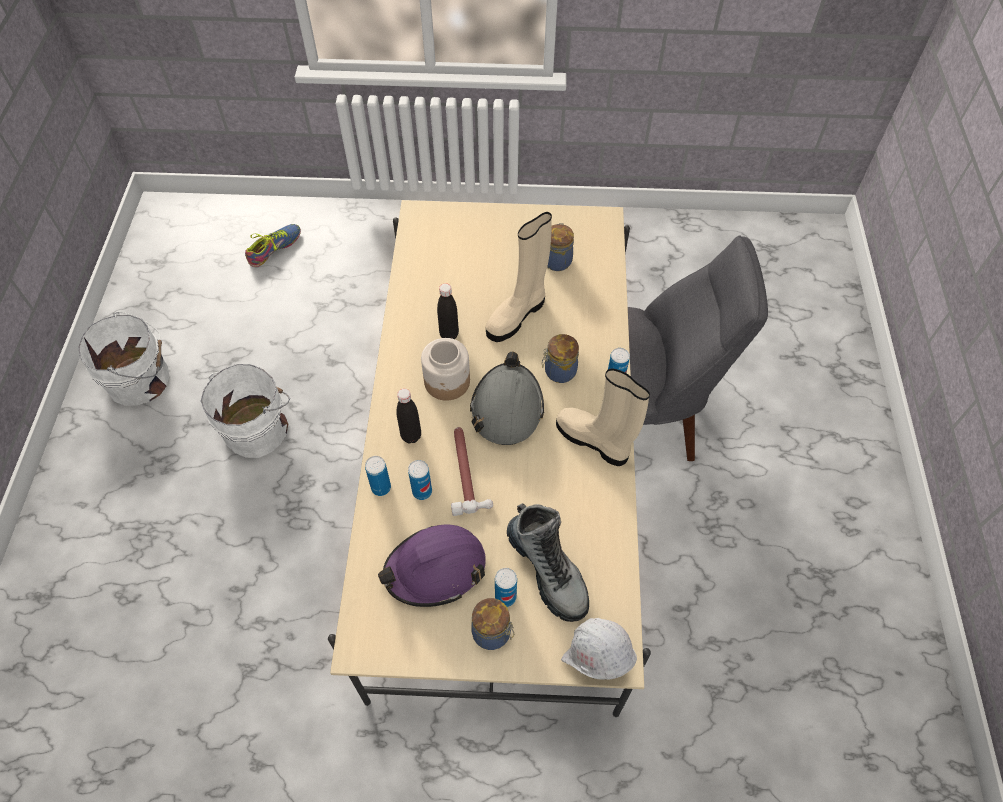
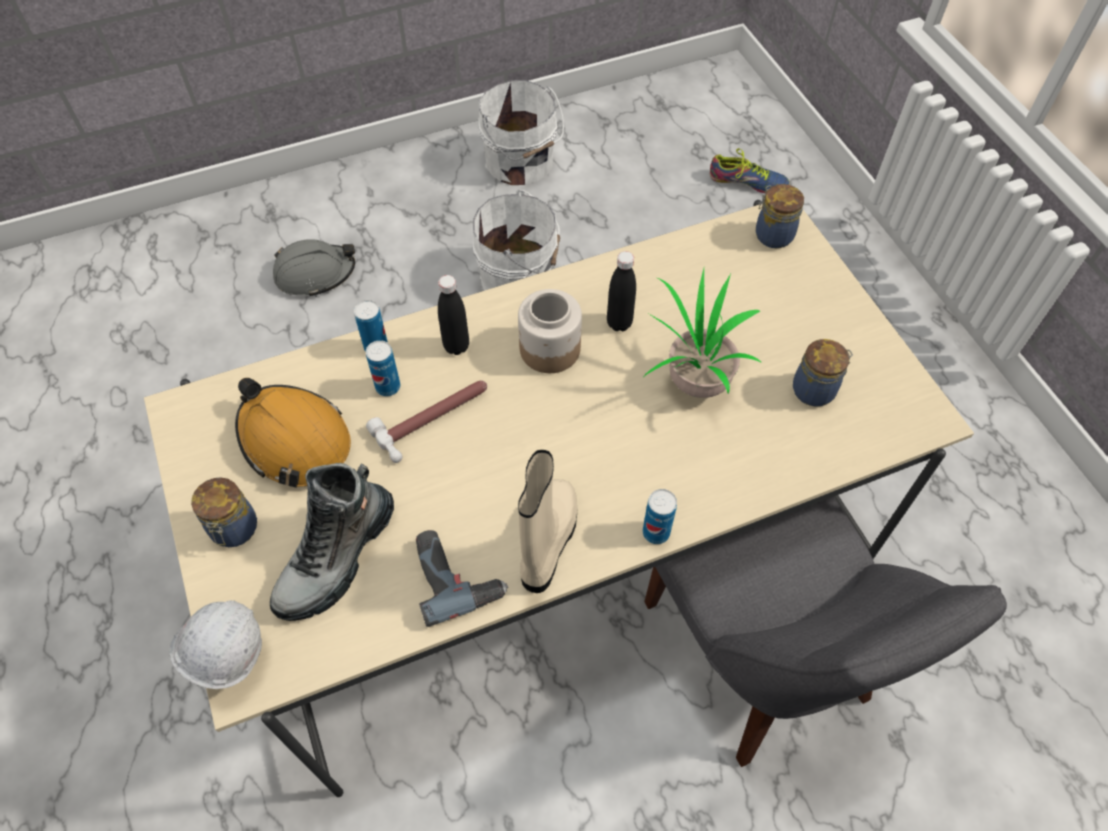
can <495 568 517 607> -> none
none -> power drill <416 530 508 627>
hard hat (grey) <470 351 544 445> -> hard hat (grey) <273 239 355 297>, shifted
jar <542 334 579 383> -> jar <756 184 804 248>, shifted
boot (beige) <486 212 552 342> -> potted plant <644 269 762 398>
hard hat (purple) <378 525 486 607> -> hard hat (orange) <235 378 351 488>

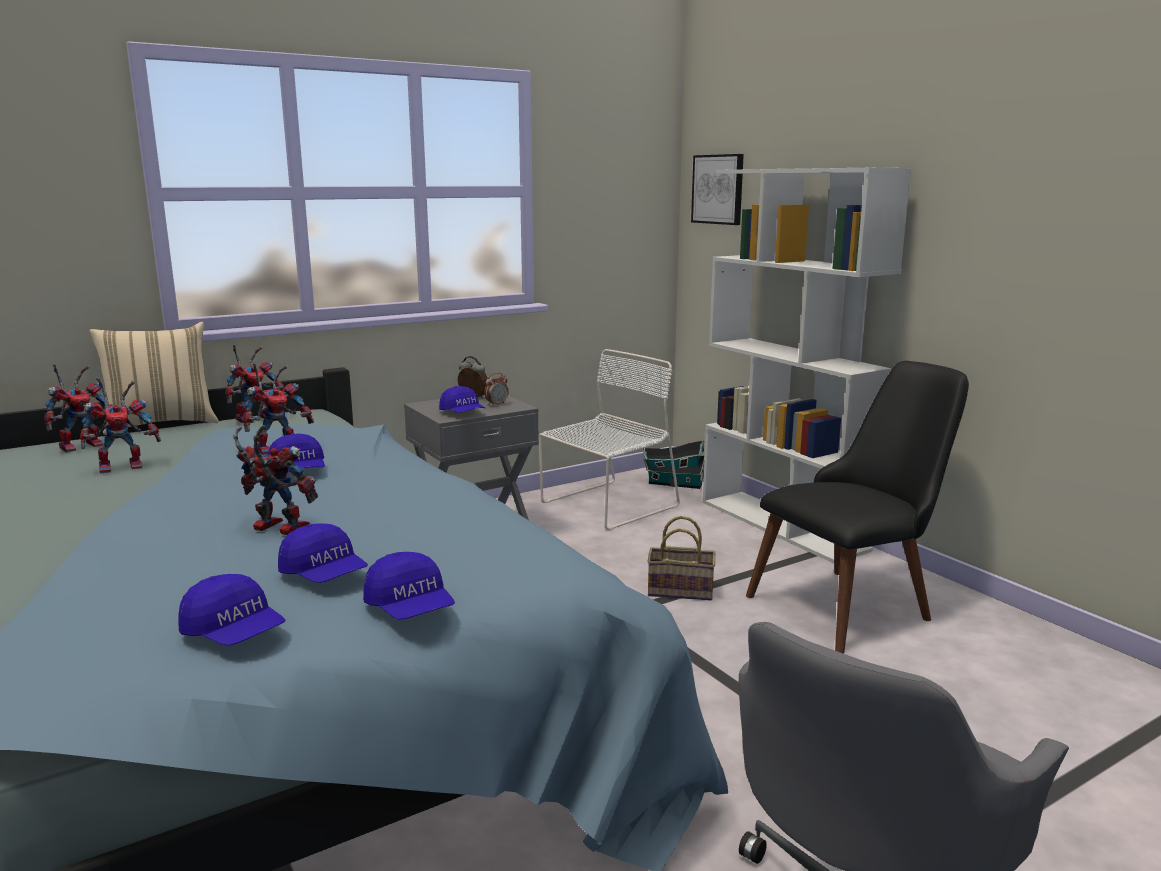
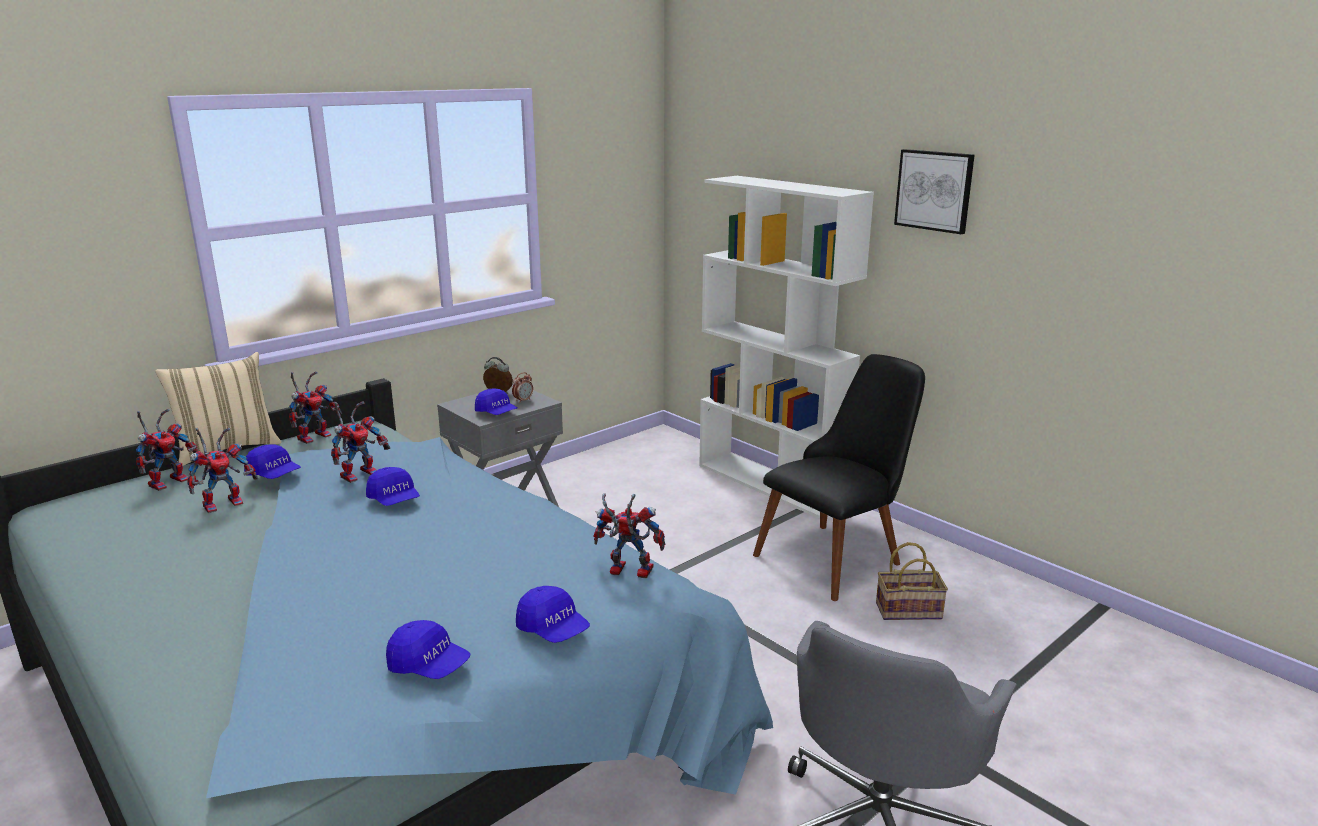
chair (white) <539 349 680 530> -> none
toy house <643 440 705 489> -> none
toy robot <233 425 318 535> -> toy robot <593 493 665 578>, shifted
cap (blue) <278 523 368 583> -> cap (blue) <244 445 301 479>, shifted
basket <647 516 715 601> -> basket <876 542 948 620>, shifted
picture <691 154 744 225> -> picture <894 149 975 234>, shifted

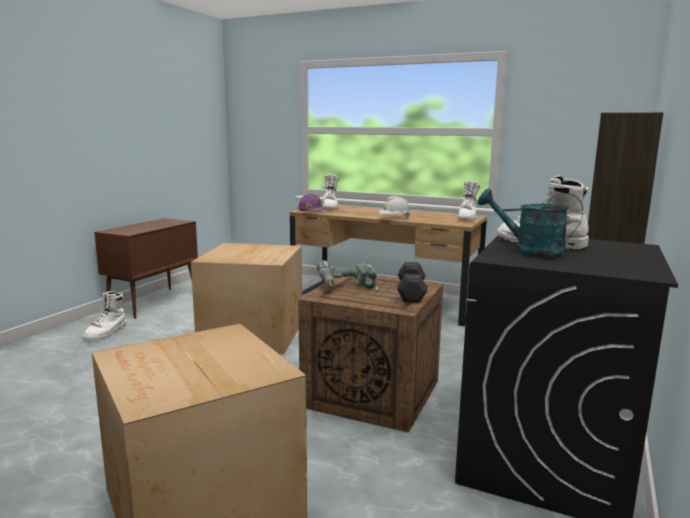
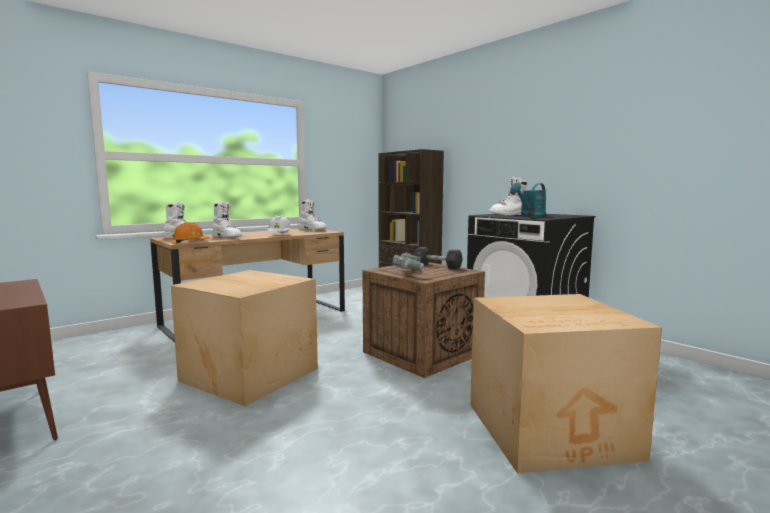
boot (white) <82 291 127 340> -> boot (white) <212 201 242 237>, shifted
hard hat (purple) <297 194 327 211> -> hard hat (orange) <172 222 210 243>

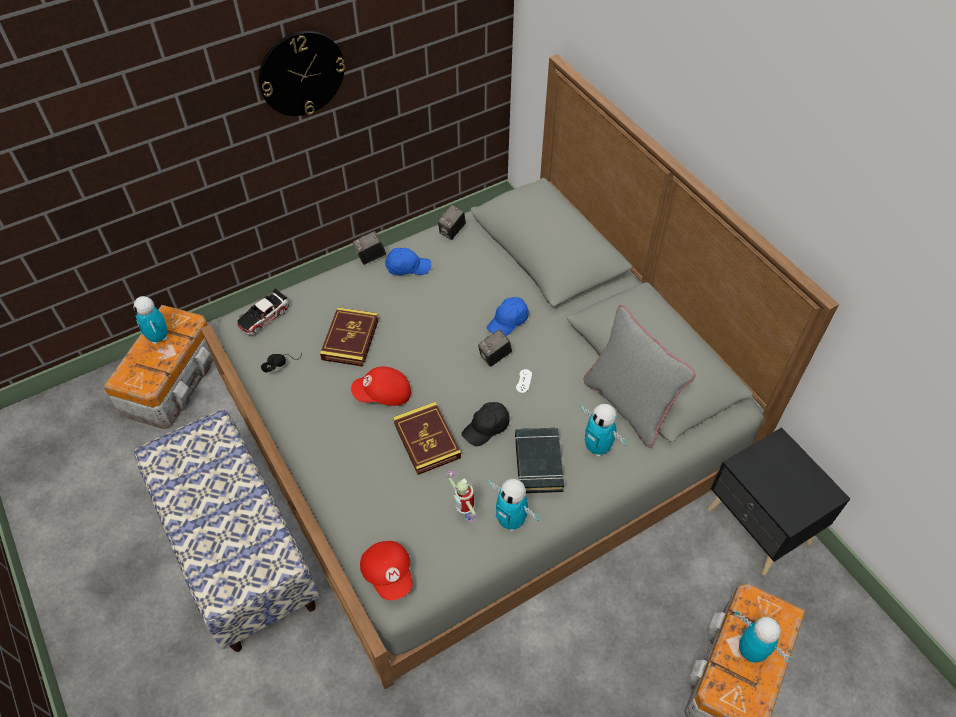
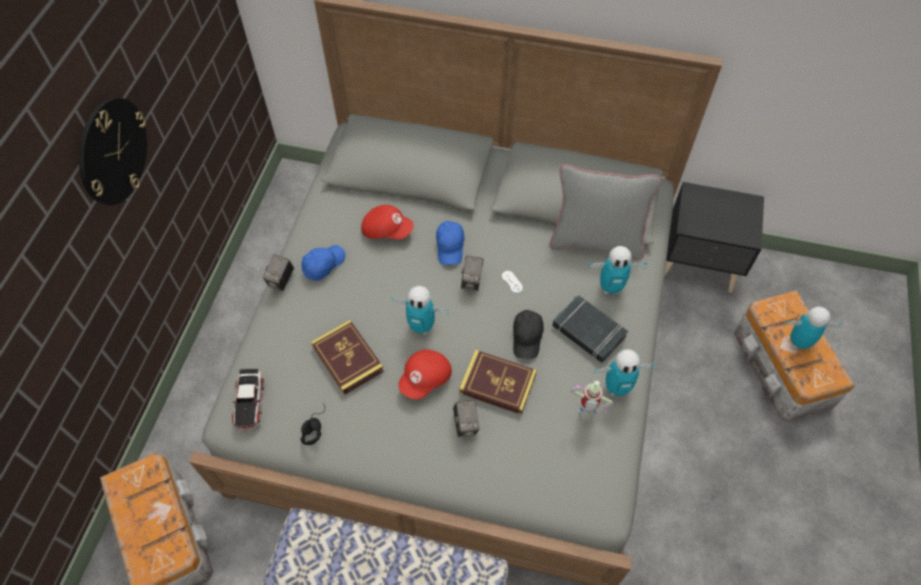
toy robot <133 296 168 344> -> toy robot <391 286 449 334>, shifted
cap (red) <360 541 412 600> -> cap (red) <361 205 413 240>, shifted
photo camera <438 205 466 240> -> photo camera <453 400 480 438>, shifted

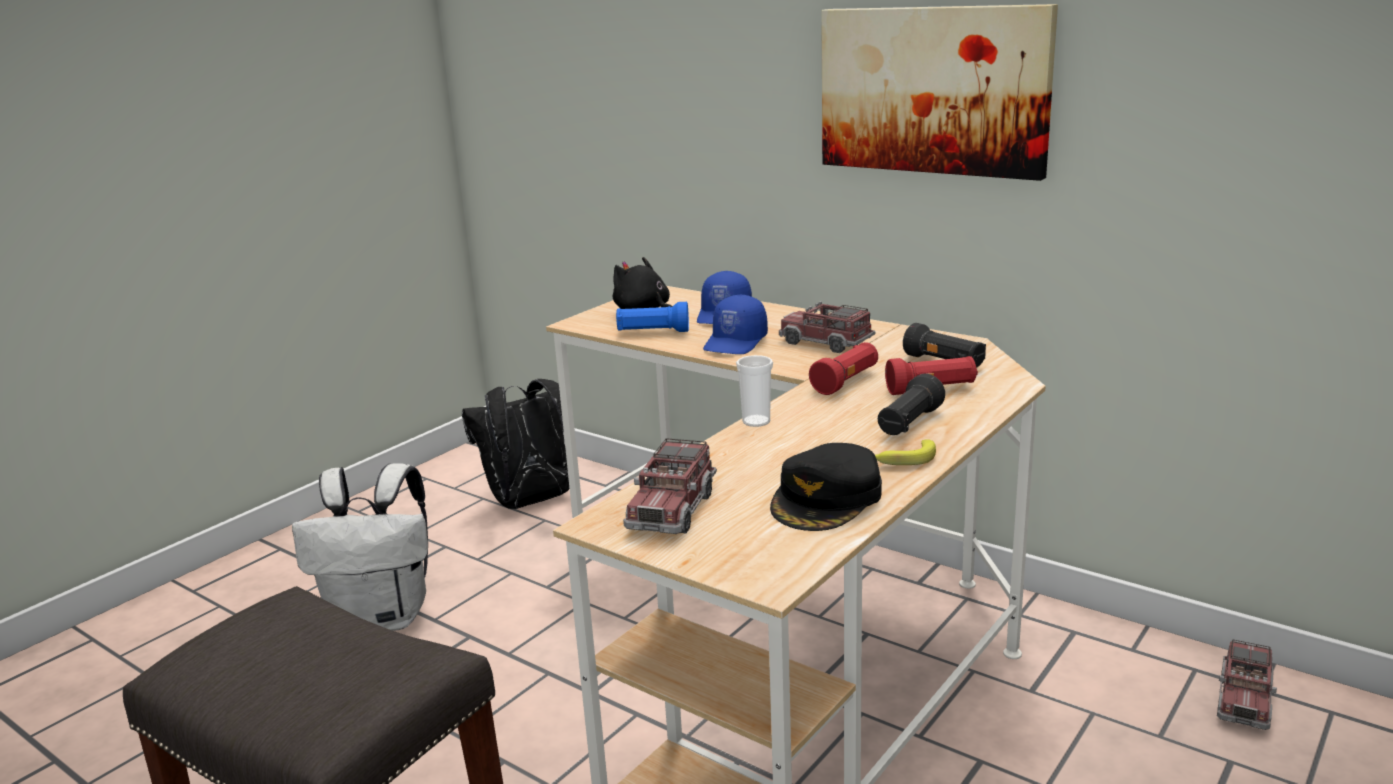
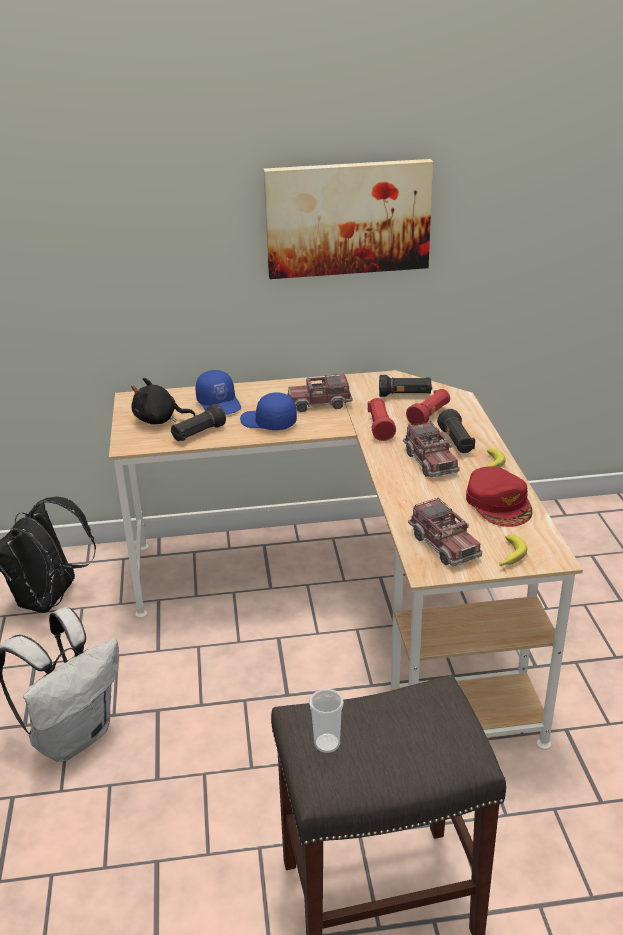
none -> banana <499 535 527 566>
cup <736 355 773 427> -> cup <309 689 344 753>, shifted
toy truck <1217 639 1277 730> -> toy truck <403 421 460 477>, shifted
flashlight (blue) <616 302 689 332> -> flashlight (black) <171 404 226 441>
cap (black) <770 443 882 531> -> cap (red) <466 467 532 527>
cap (blue) <703 295 768 354> -> cap (blue) <240 392 297 430>, 135 degrees clockwise

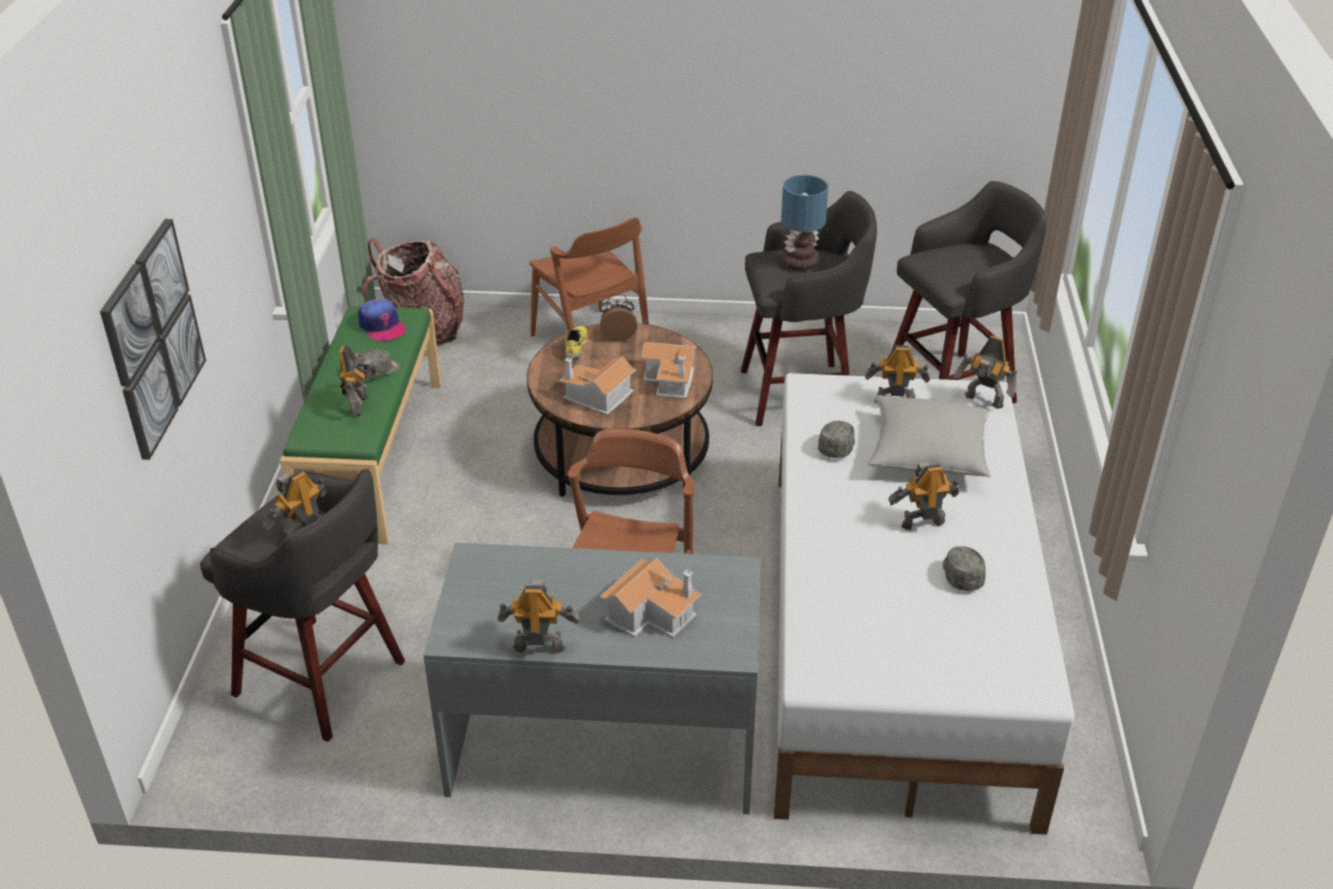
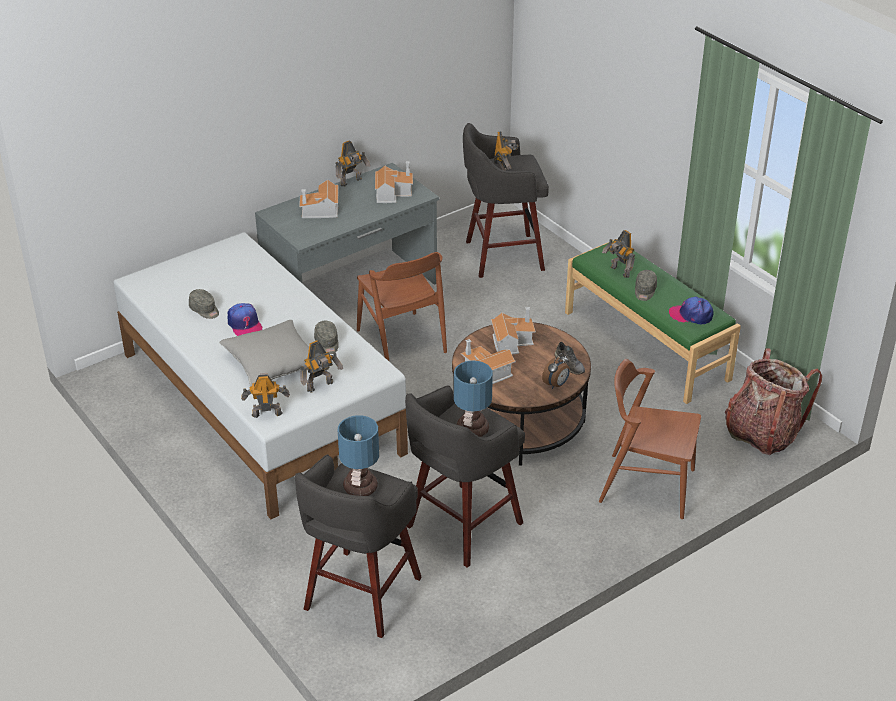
picture <100 219 206 460> -> none
none -> table lamp <338 415 379 496>
none -> toy house <375 161 413 203>
toy robot <889 462 959 530> -> cap <228 303 262 336>
shoe (yellow) <565 326 588 360> -> shoe (grey) <555 342 585 375>

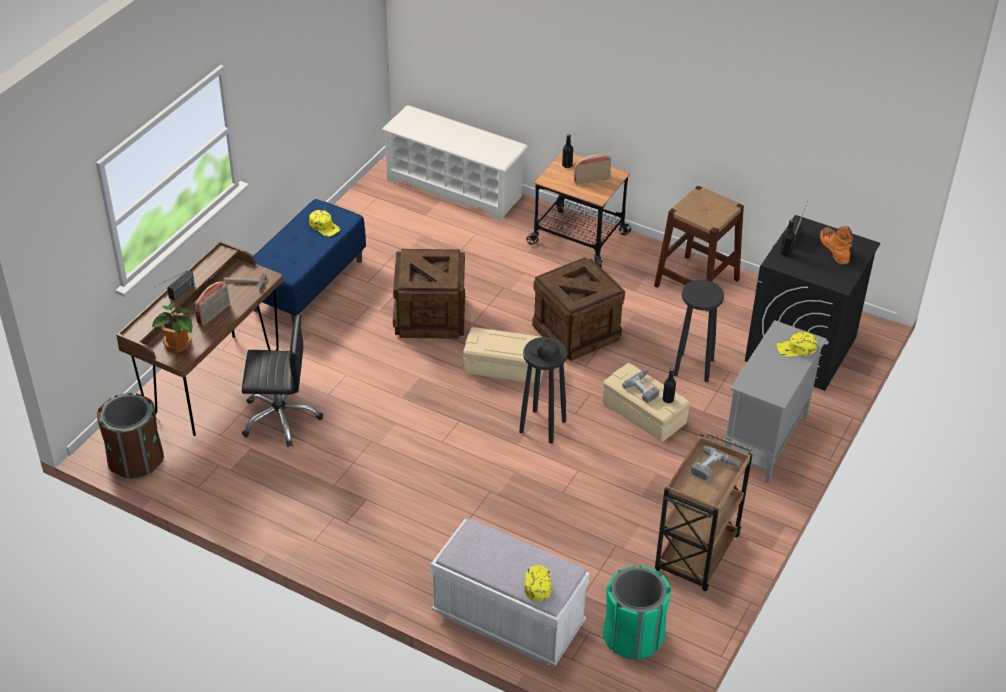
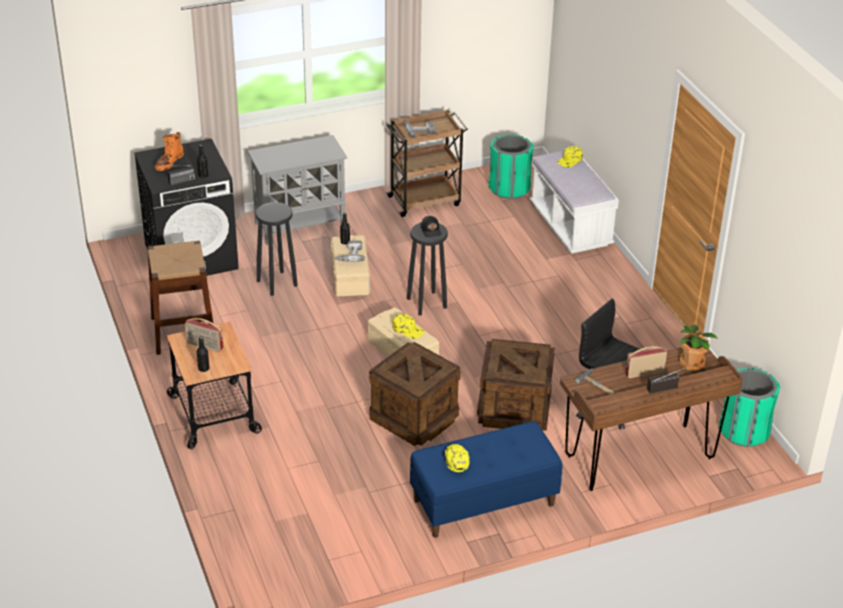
shoe rack (white) <382 105 528 221> -> none
crate <532 257 625 361> -> crate <477 339 555 431>, shifted
cap (yellow) <777 332 817 356> -> cap (yellow) <392 314 424 339>, shifted
trash can (brown) <97 393 164 479> -> trash can (green) <719 368 780 447>

